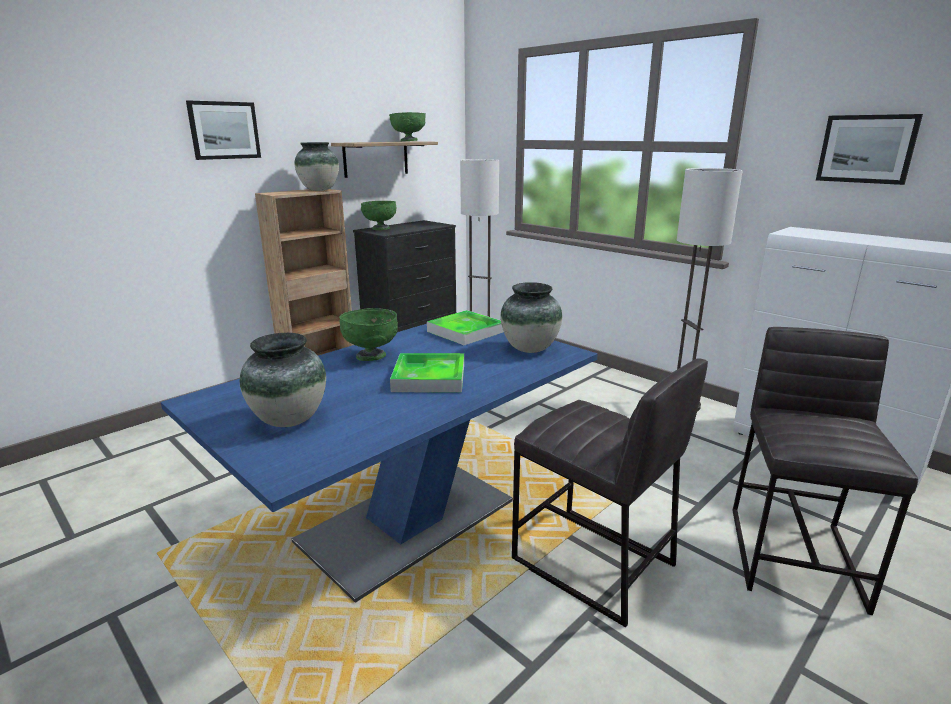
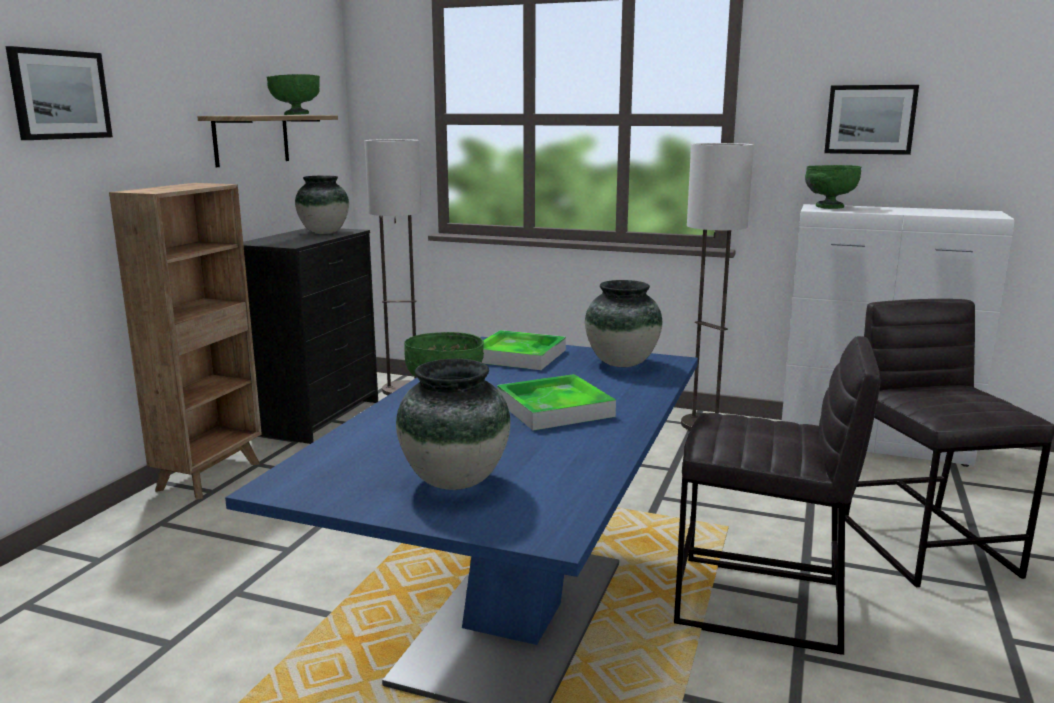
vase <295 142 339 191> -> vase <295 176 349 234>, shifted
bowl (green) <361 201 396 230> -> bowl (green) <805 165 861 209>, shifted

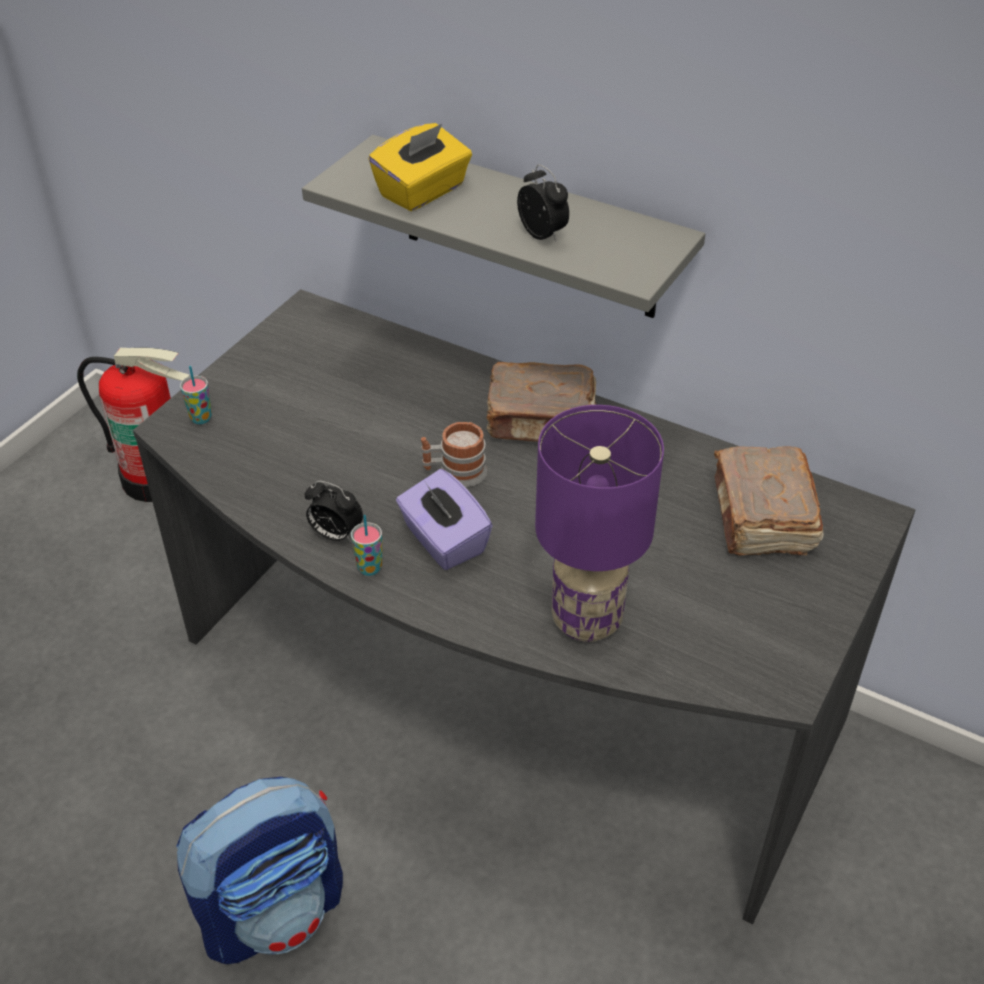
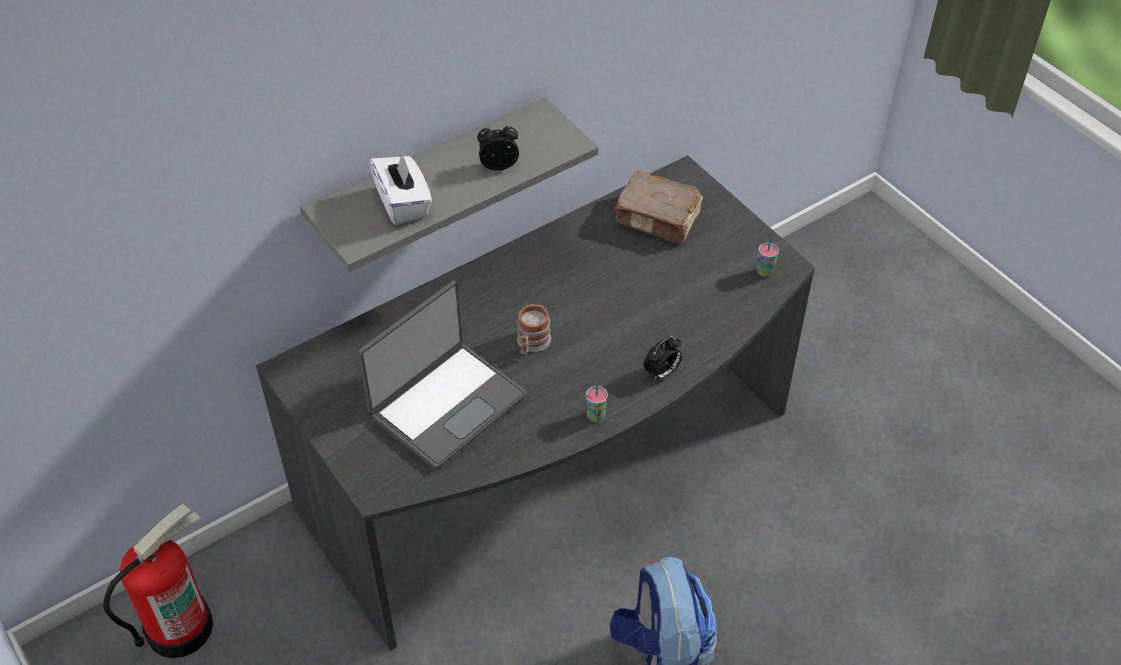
tissue box (purple) <396 469 493 570> -> none
book (brown) <486 362 597 442> -> none
table lamp (purple) <535 405 664 642> -> none
none -> laptop <358 280 527 470>
cup <180 366 212 424> -> cup <757 237 779 277>, shifted
alarm clock <304 481 363 542> -> alarm clock <643 336 682 381>, shifted
tissue box (yellow) <369 123 472 211> -> tissue box (white) <369 153 432 225>

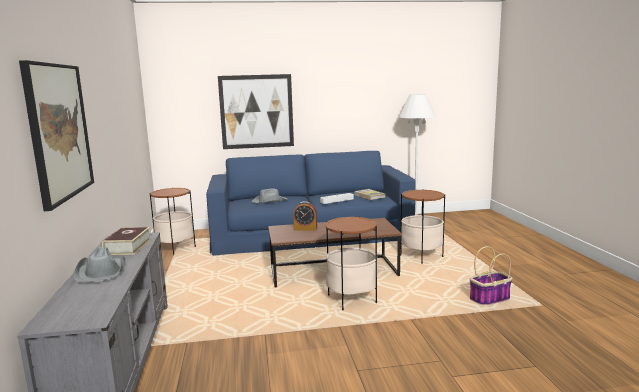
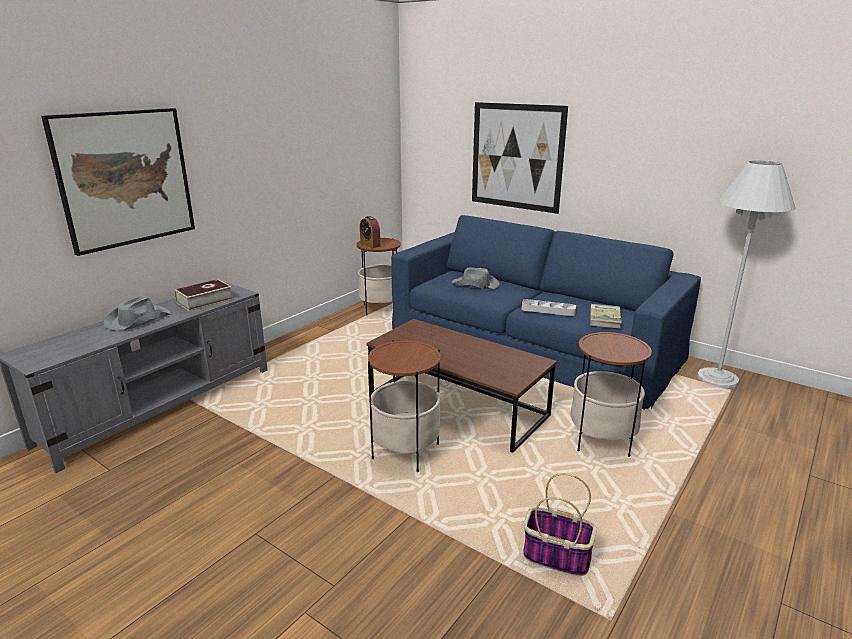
alarm clock <293 201 317 231> -> alarm clock <360 216 381 248>, shifted

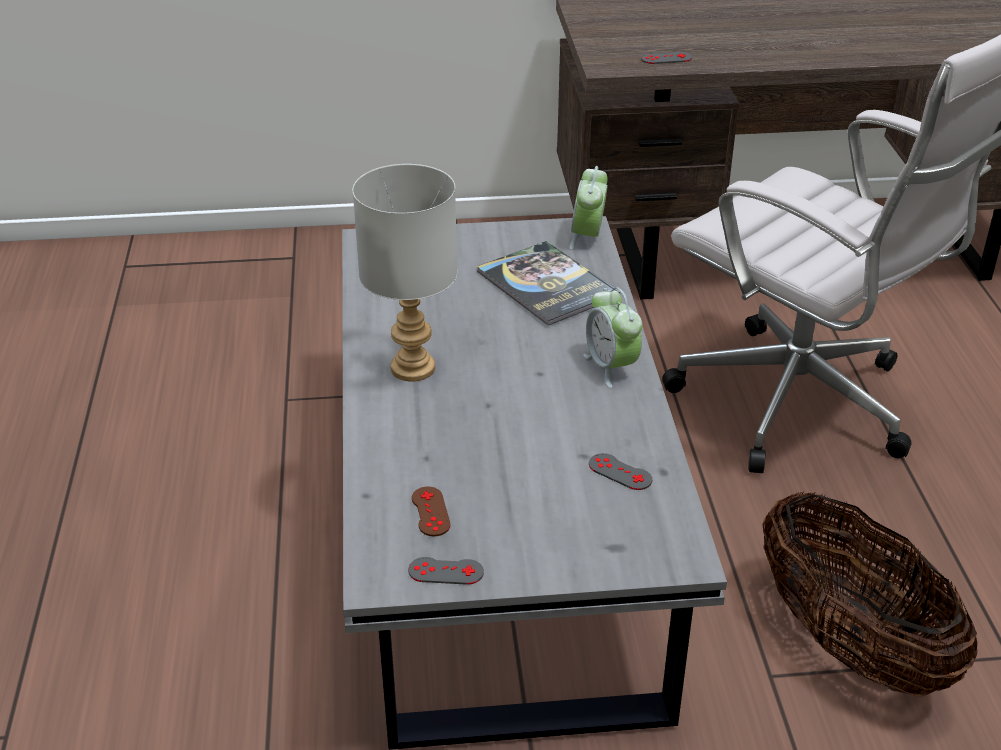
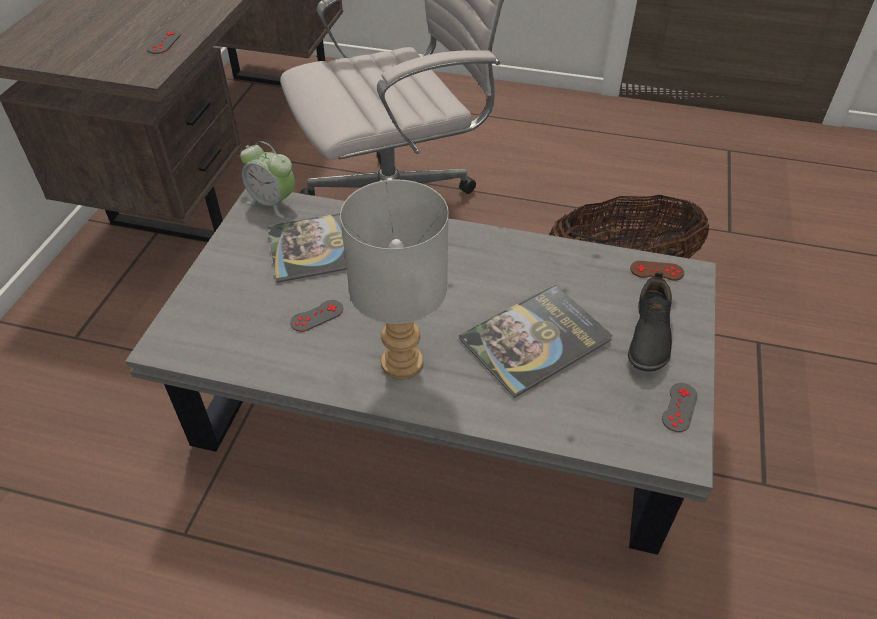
alarm clock <583 287 642 388> -> none
none -> book <459 284 613 398>
none -> shoe (black) <628 272 672 371>
game controller (brown) <412 486 451 537> -> game controller (brown) <630 261 684 281>, shifted
game controller (grey) <589 453 652 490> -> game controller (grey) <290 300 343 332>, shifted

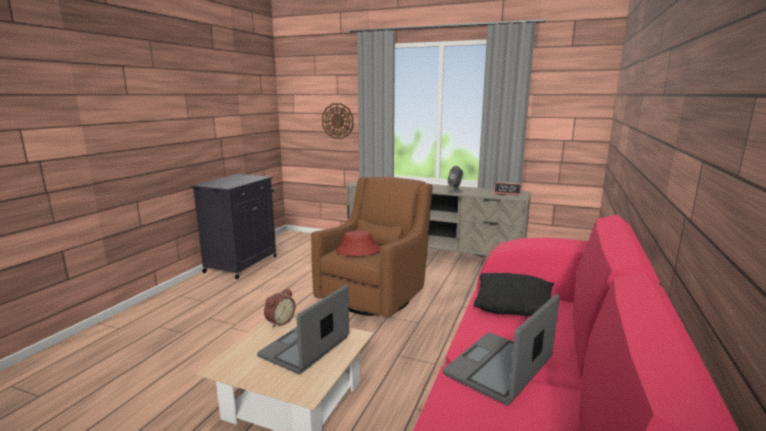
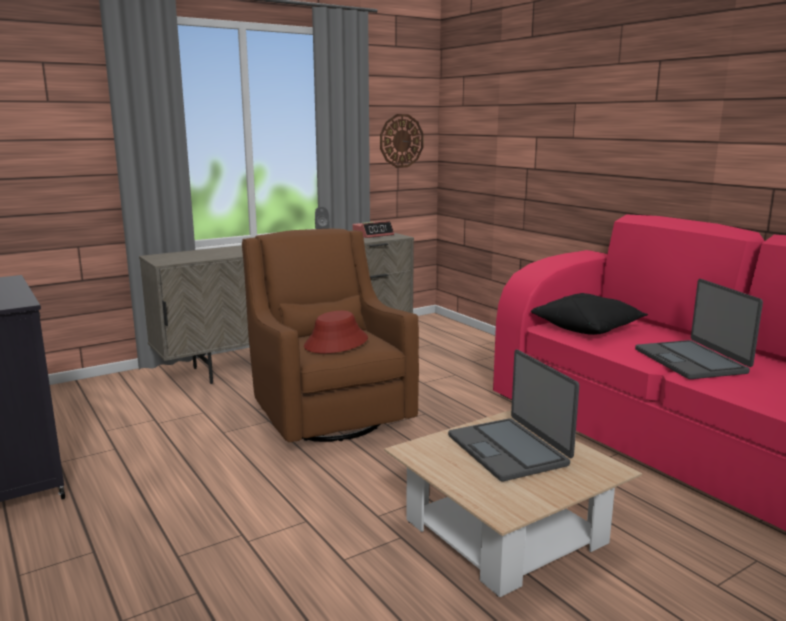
alarm clock <264 288 295 328> -> none
wall clock <322 103 354 139> -> wall clock <380 114 424 168>, shifted

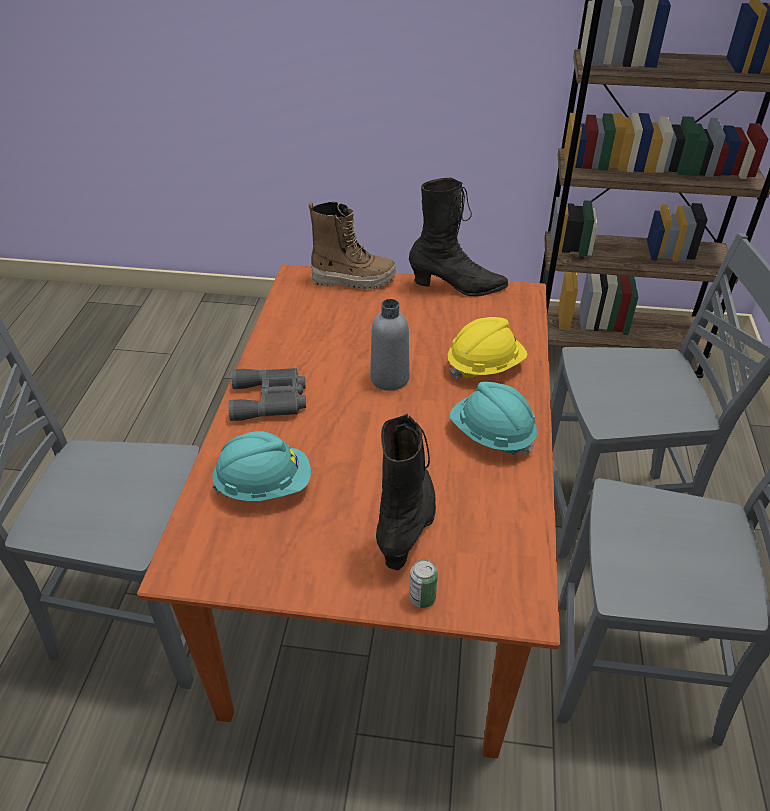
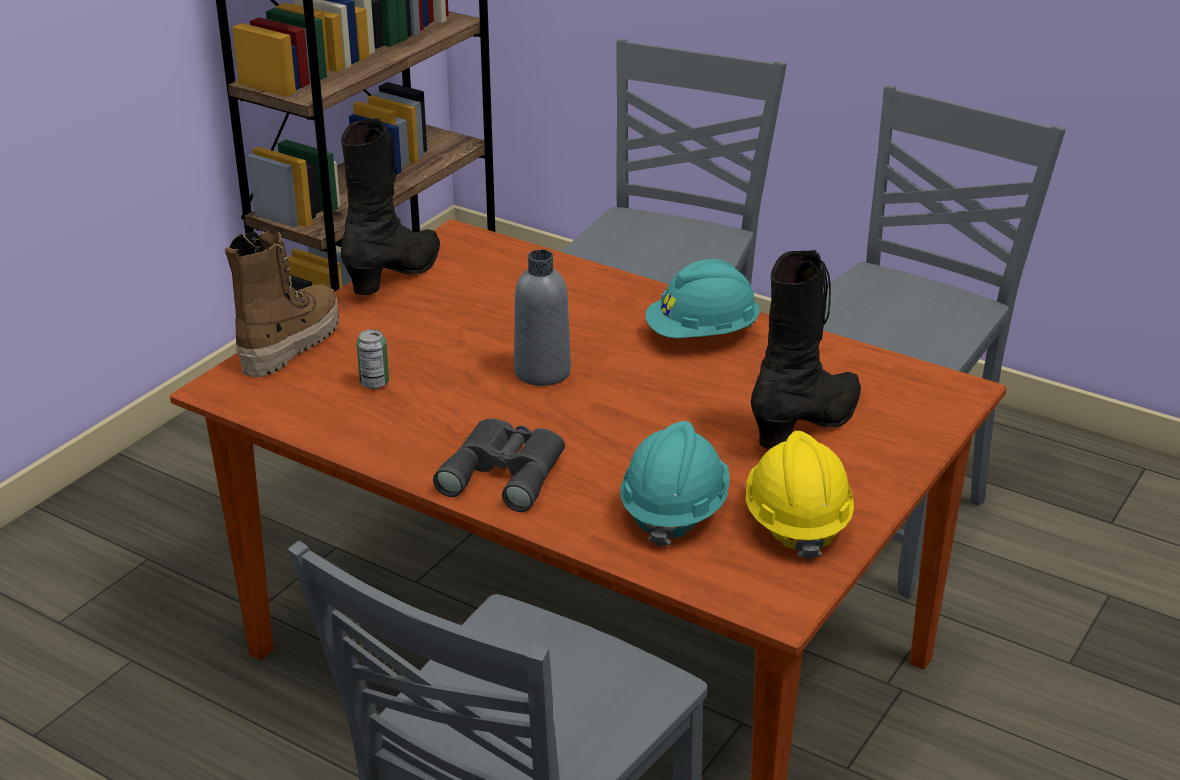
can <409 559 438 608> -> can <356 329 389 389>, shifted
hard hat (yellow) <448 317 527 379> -> hard hat (yellow) <745 431 854 560>, shifted
boot (black) <376 414 436 571> -> boot (black) <751 250 861 450>, 90 degrees clockwise

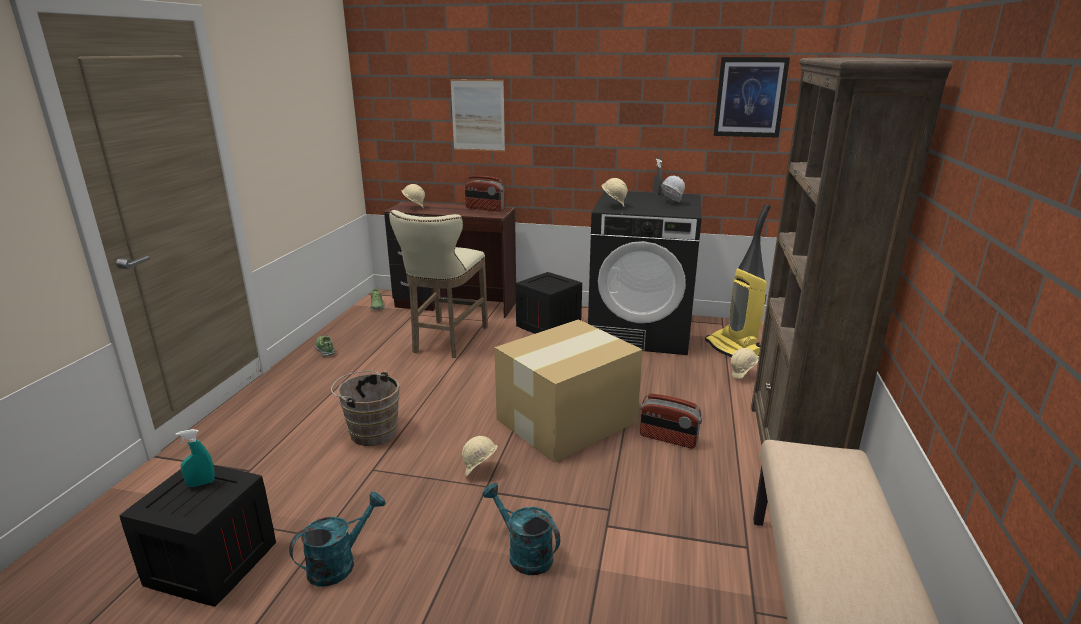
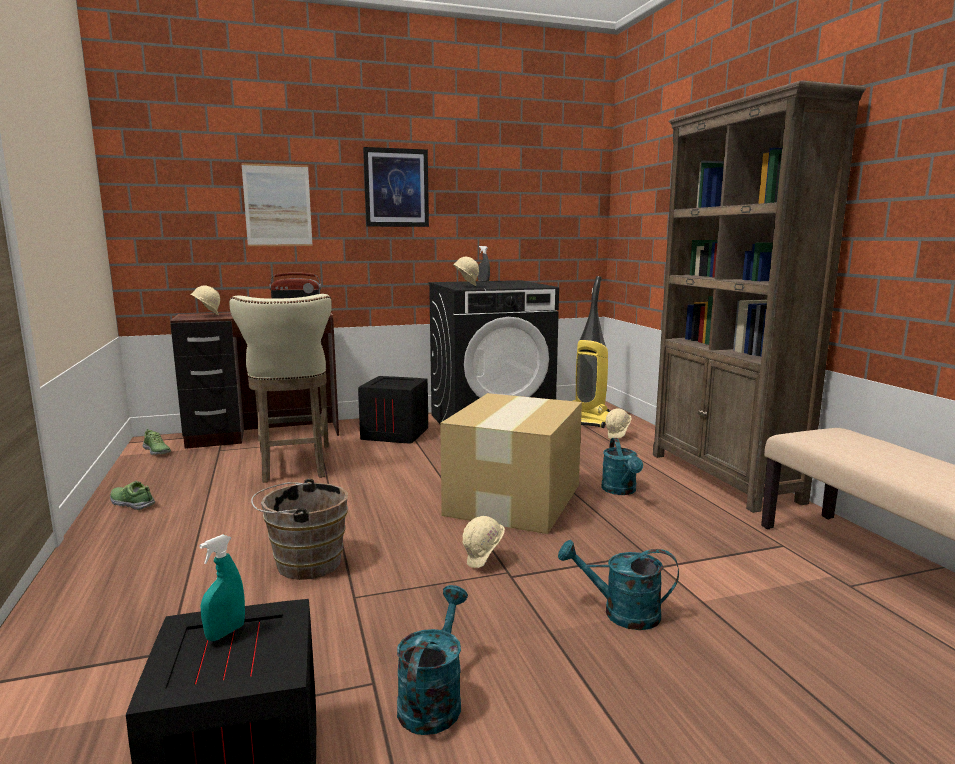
hard hat (white) <661 176 685 202> -> none
picture <713 57 790 138> -> picture <363 147 429 227>, shifted
radio <640 394 702 449> -> watering can (turquoise) <601 438 643 495>

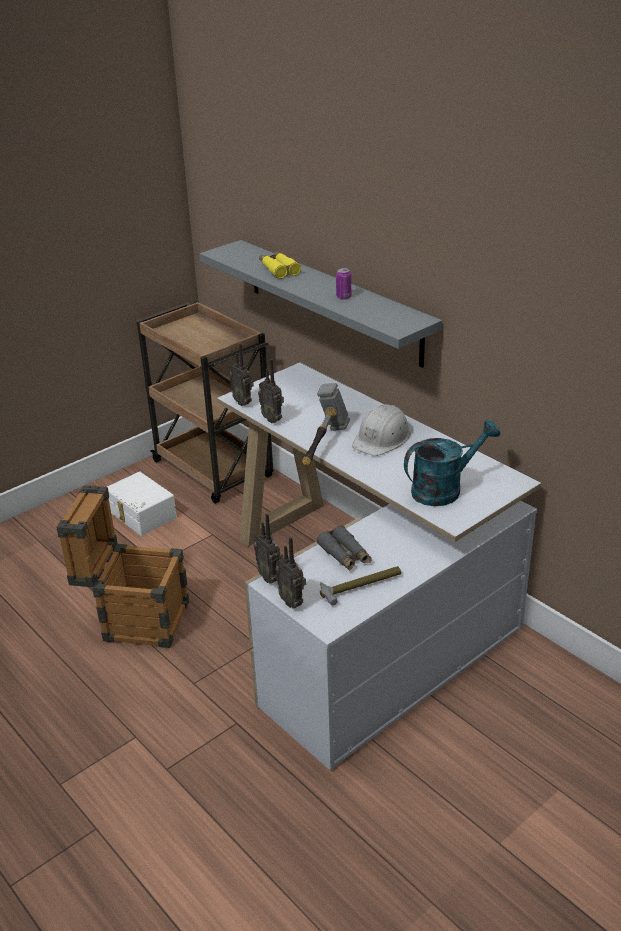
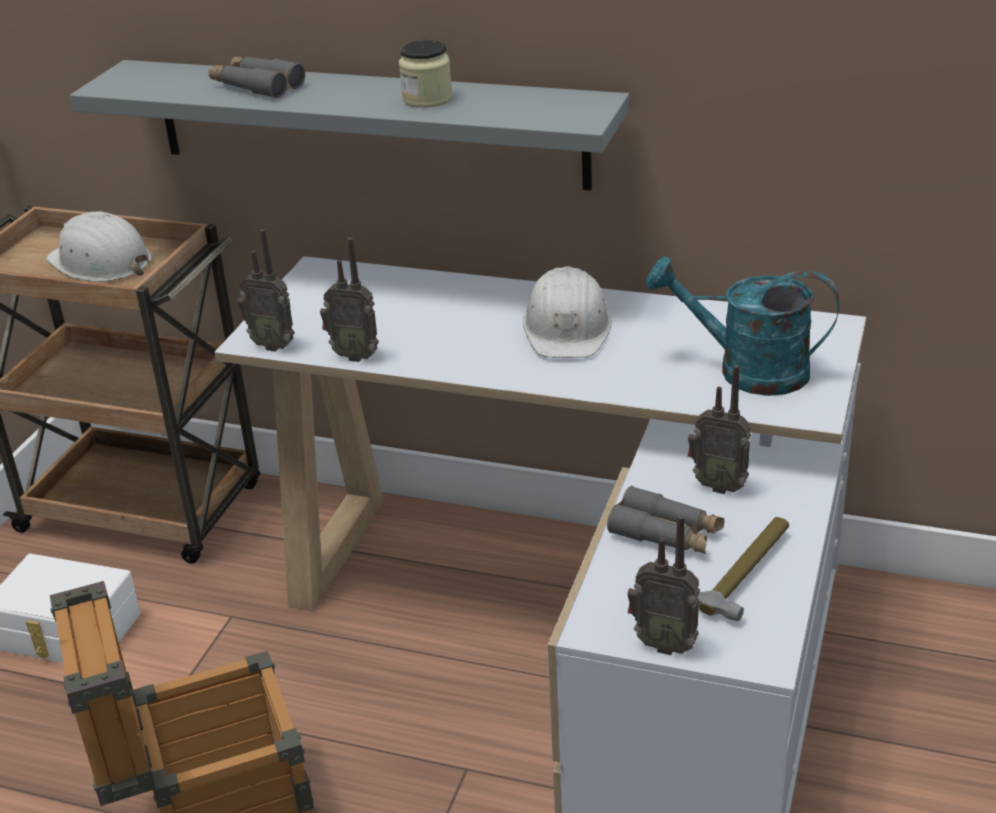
hammer <302 383 350 466> -> none
none -> hard hat (white) <46 211 152 282>
radio <254 513 283 583> -> radio <688 365 751 494>, shifted
can <336 268 351 300> -> jar <399 40 452 108>
binoculars (yellow) <259 252 301 279> -> binoculars (grey) <208 57 305 98>
watering can (turquoise) <404 420 500 506> -> watering can (turquoise) <646 256 840 396>, 105 degrees counterclockwise

